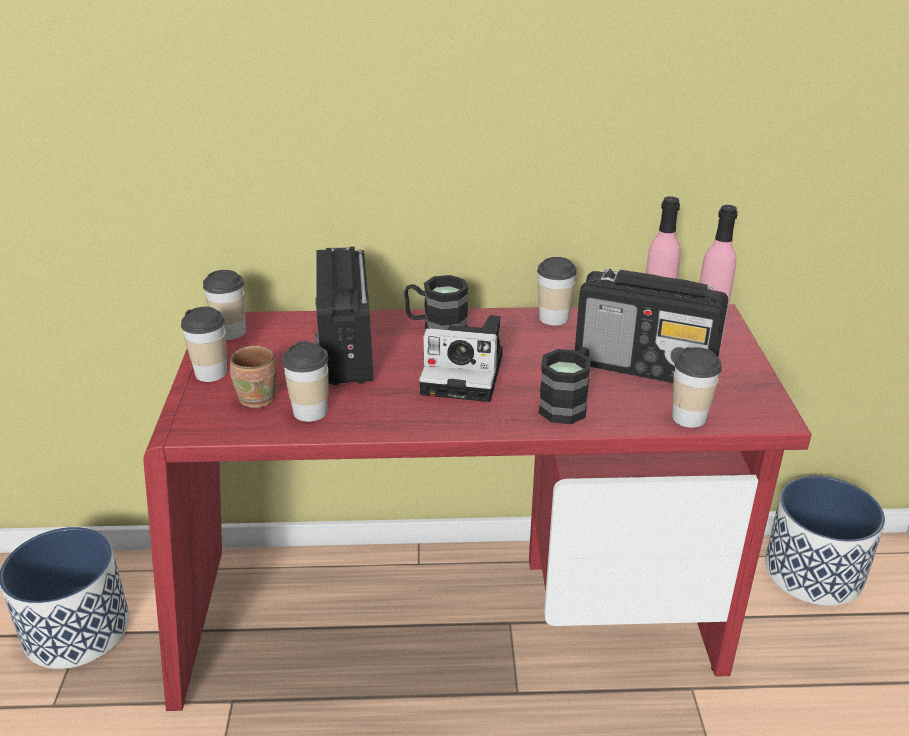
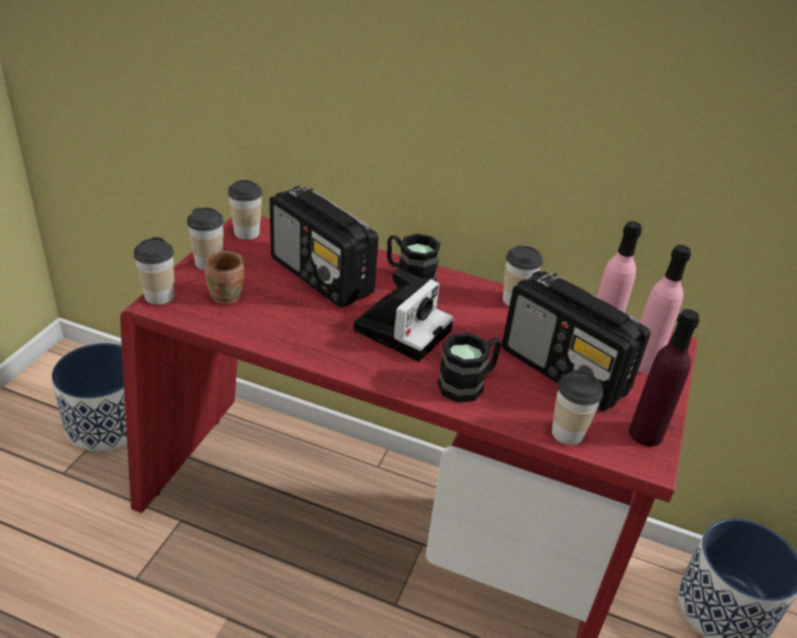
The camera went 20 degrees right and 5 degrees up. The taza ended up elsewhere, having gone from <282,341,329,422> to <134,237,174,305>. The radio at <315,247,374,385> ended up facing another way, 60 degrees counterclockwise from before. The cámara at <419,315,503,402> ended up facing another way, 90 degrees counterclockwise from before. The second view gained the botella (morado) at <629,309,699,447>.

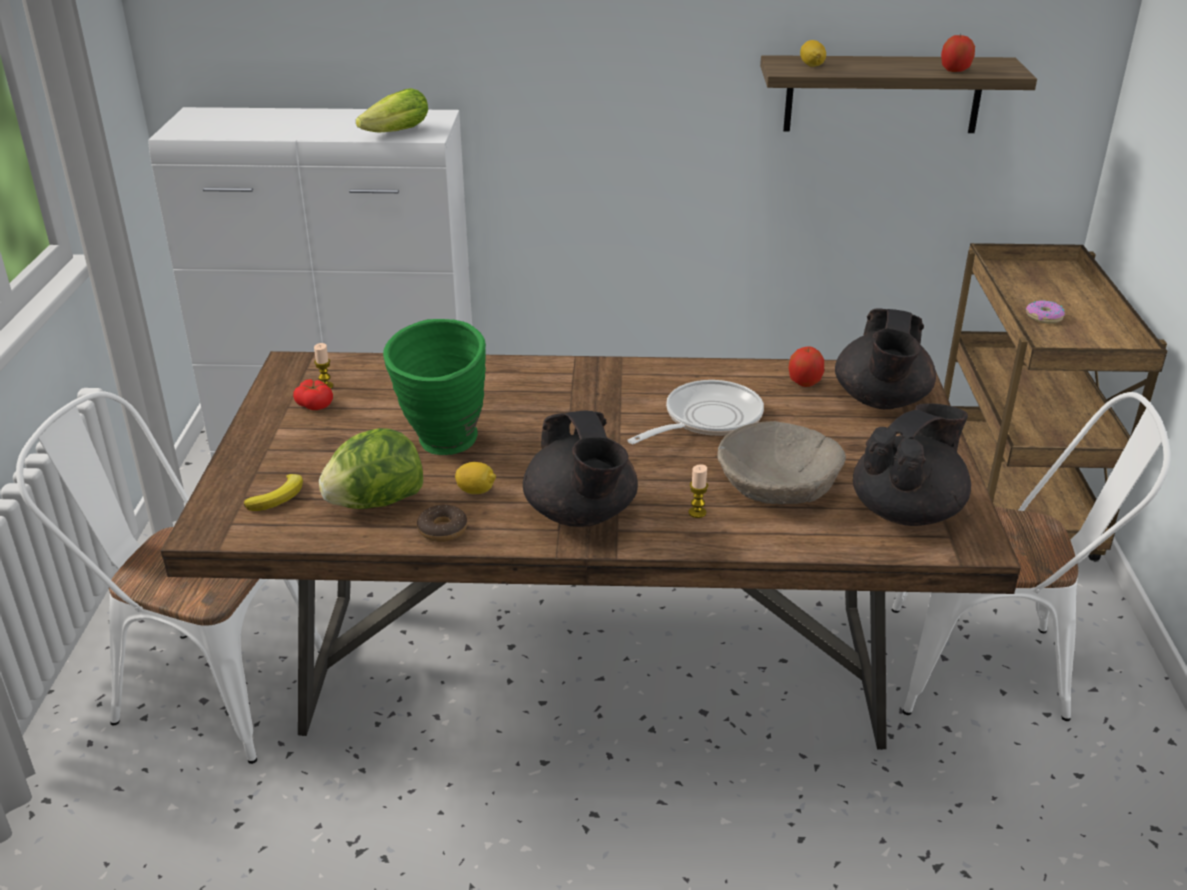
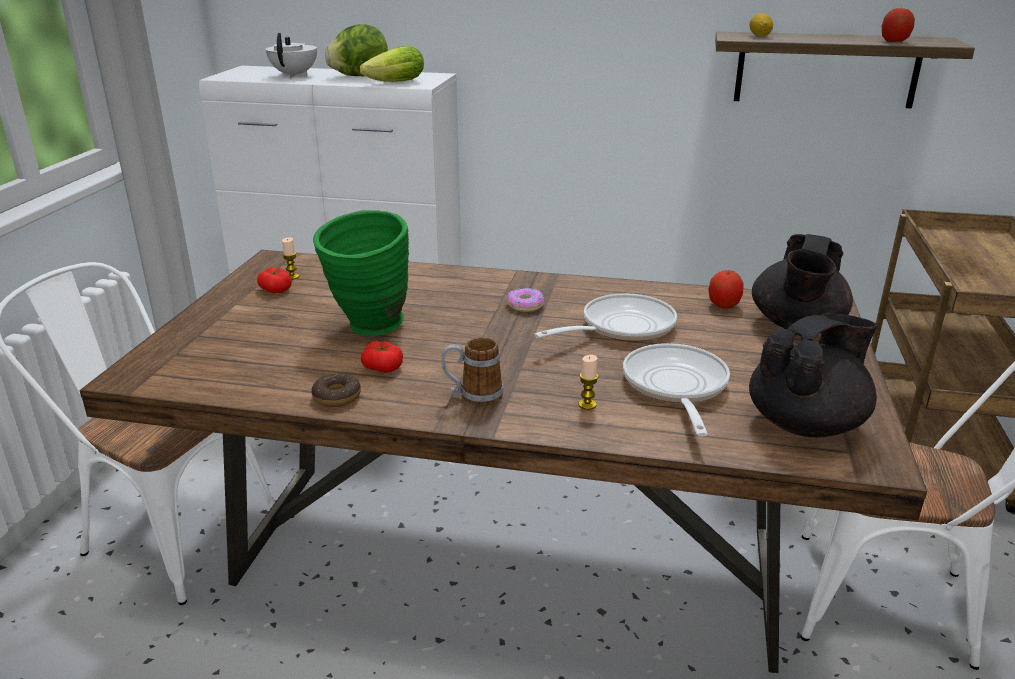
The camera went 10 degrees right and 5 degrees down. The second view gained the tetera (blanco) at <265,33,317,78>. The lechuga ended up elsewhere, having gone from <319,428,423,509> to <325,24,388,76>. Where the limón stood at <455,462,496,494>, the tomate came to stand at <361,341,403,373>. Where the tetera (negro) stood at <523,411,638,527>, the taza grande came to stand at <441,337,503,406>. The rosquilla ended up elsewhere, having gone from <1025,300,1065,324> to <506,288,545,312>. Where the cuenco (beis) stood at <717,421,846,504>, the sartén came to stand at <623,343,730,436>. The second view lost the plátano at <244,474,303,511>.

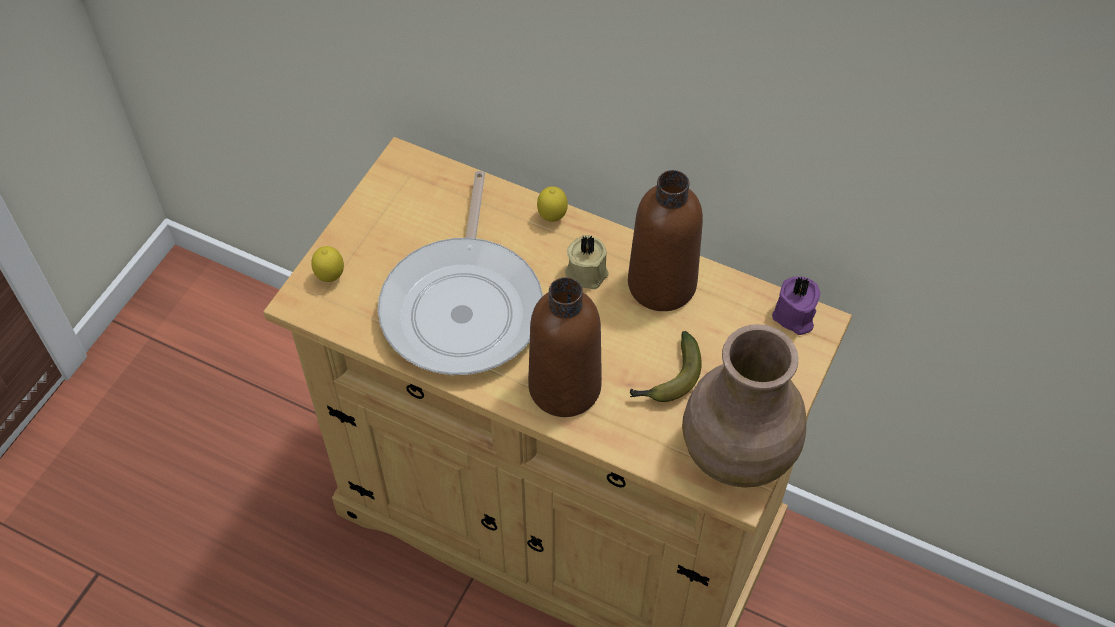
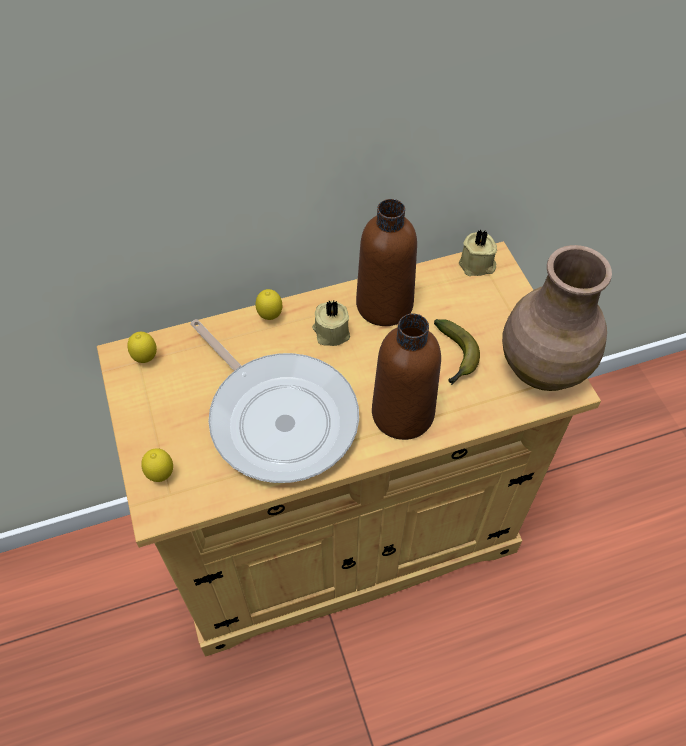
The camera went 45 degrees left and 0 degrees up. The second view gained the limón at <127,332,157,363>. What was the vela (morado) at <772,276,820,335> turned into the vela (beis) at <459,229,497,276>.

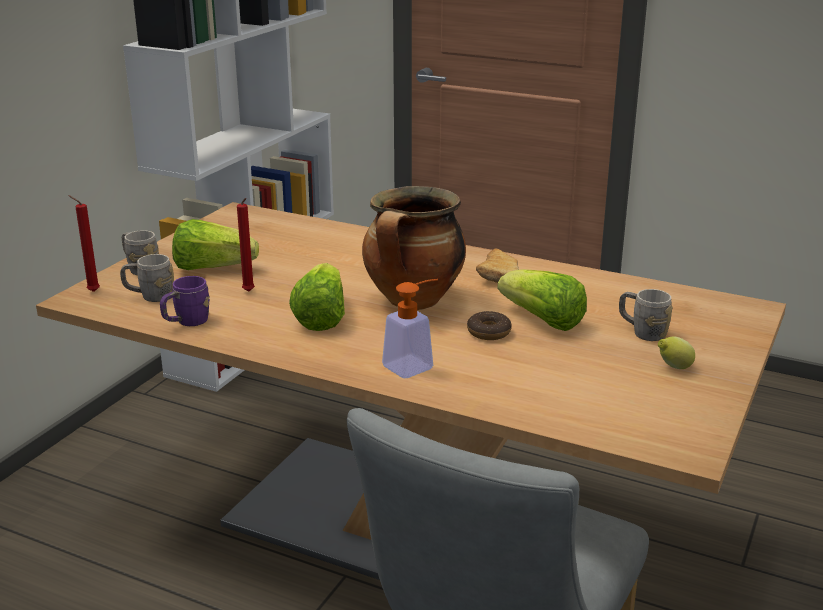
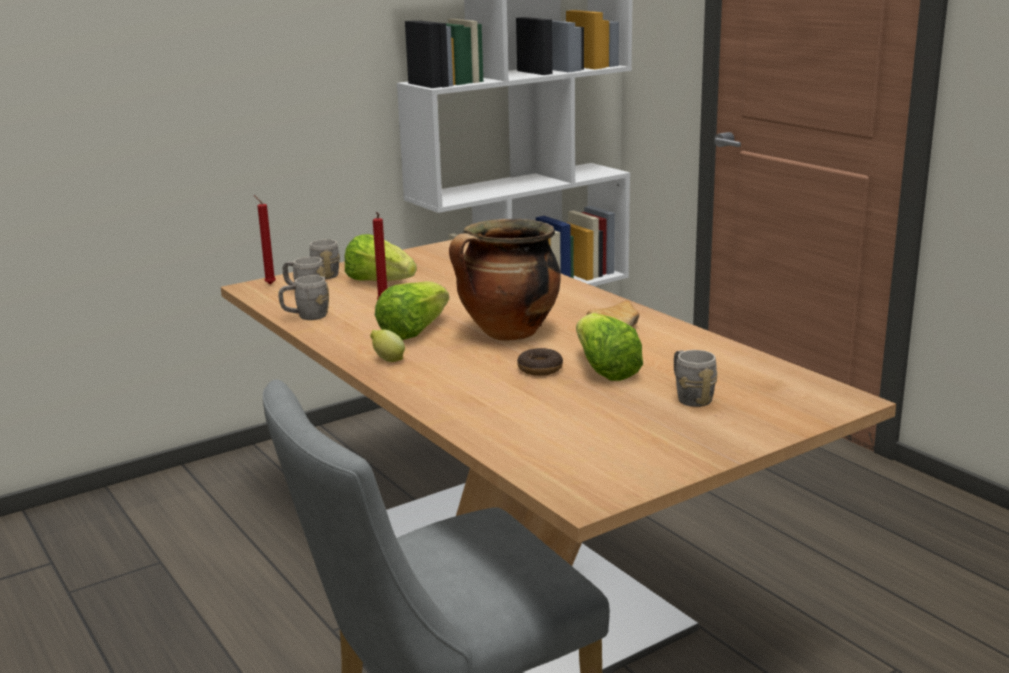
The camera went 30 degrees right and 5 degrees down. What was the taza grande (morado) at <160,276,210,326> turned into the taza grande (gris) at <278,275,329,320>. The limón ended up elsewhere, having gone from <658,336,695,369> to <370,330,405,362>. The second view lost the dispensador de jabón at <382,279,438,378>.

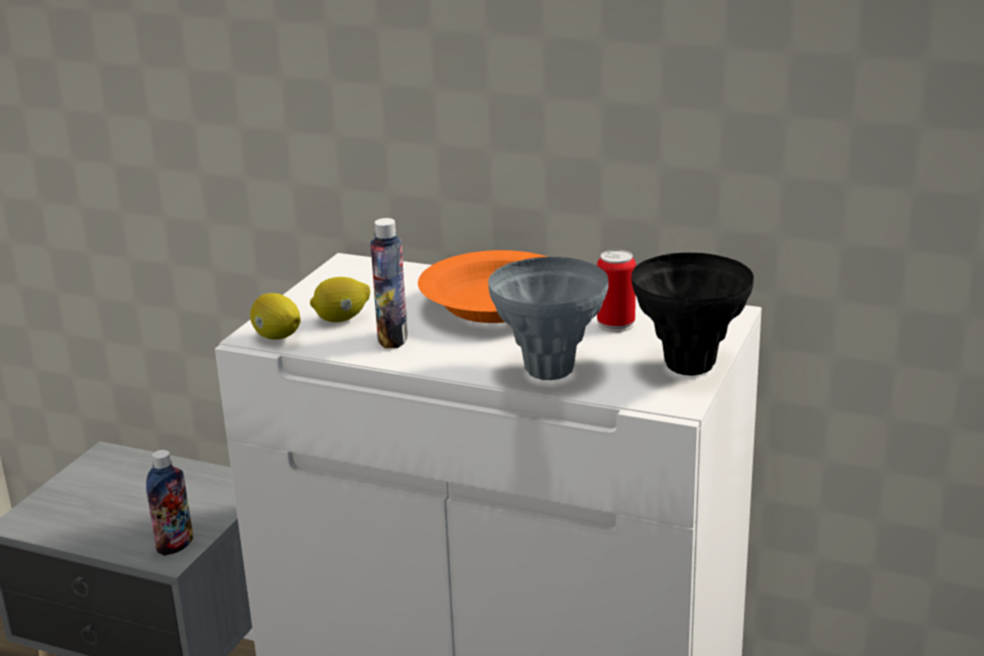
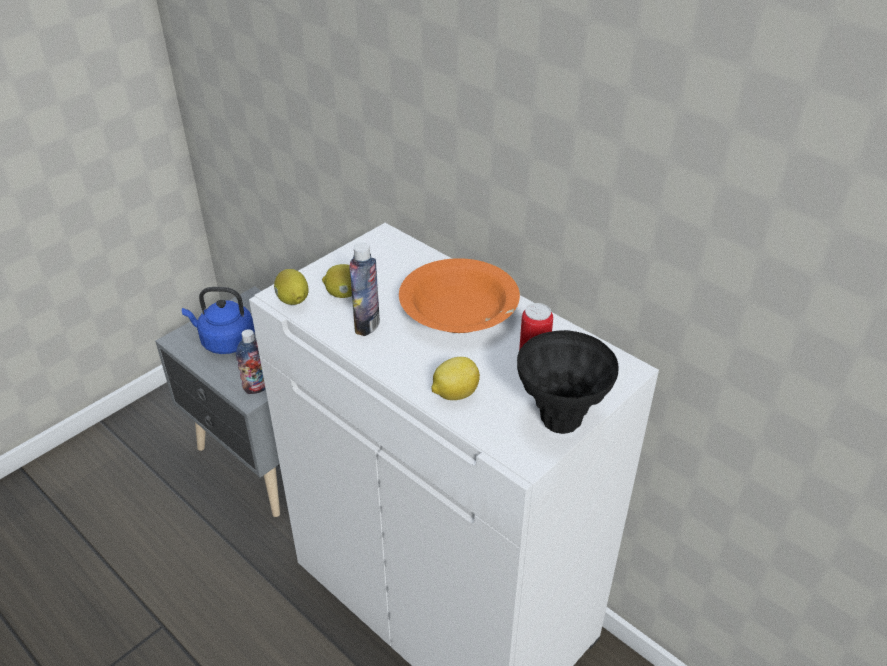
The camera went 20 degrees right and 15 degrees up. The second view gained the hervidor (azul) at <182,287,255,354>. Where the florero (gris) stood at <488,257,608,380>, the limón came to stand at <431,357,480,400>.

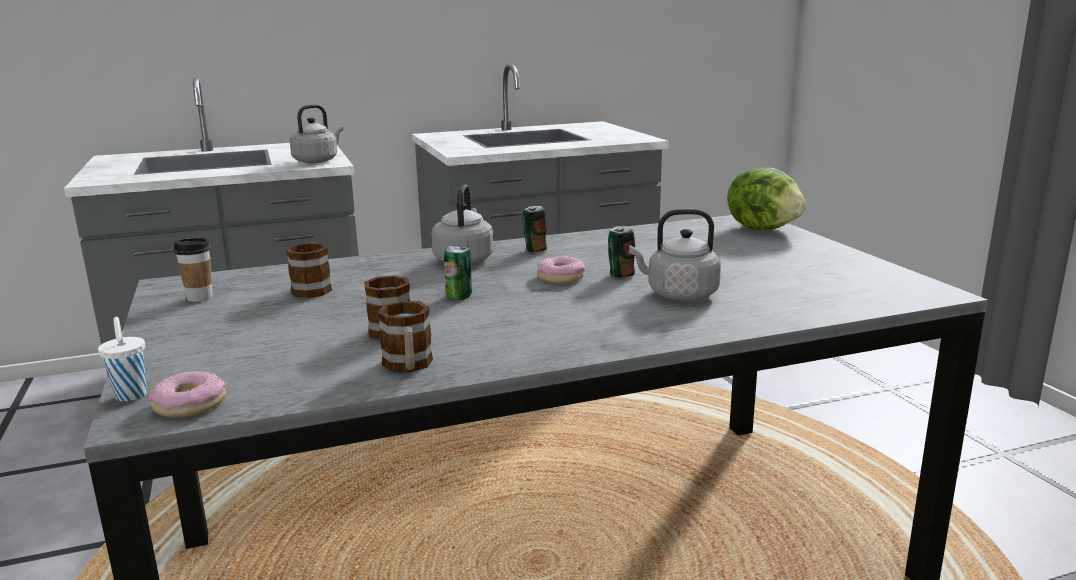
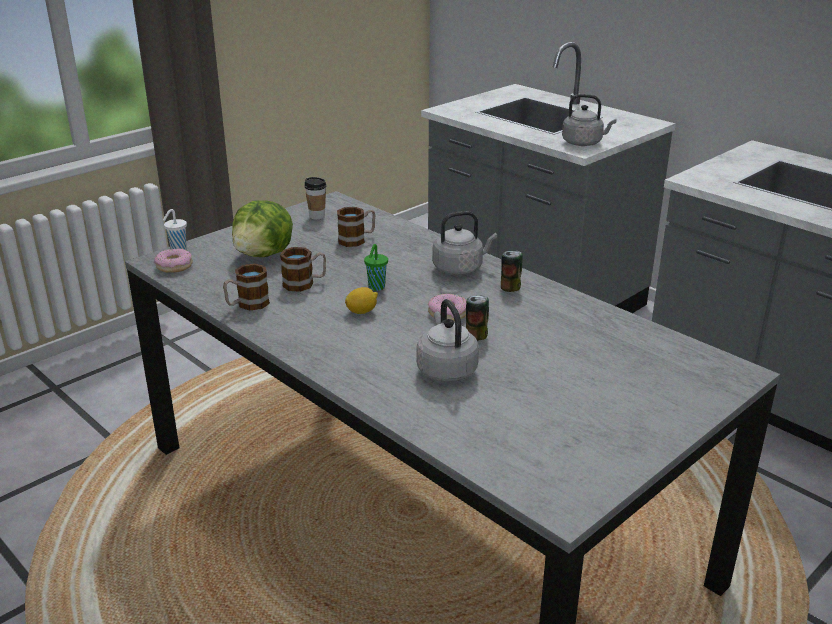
The camera went 65 degrees right and 10 degrees up. The lechuga ended up elsewhere, having gone from <727,168,806,230> to <232,200,293,257>. The second view gained the limón at <345,287,378,314>. Where the lata stood at <444,245,472,300>, the taza (verde) came to stand at <364,244,388,291>.

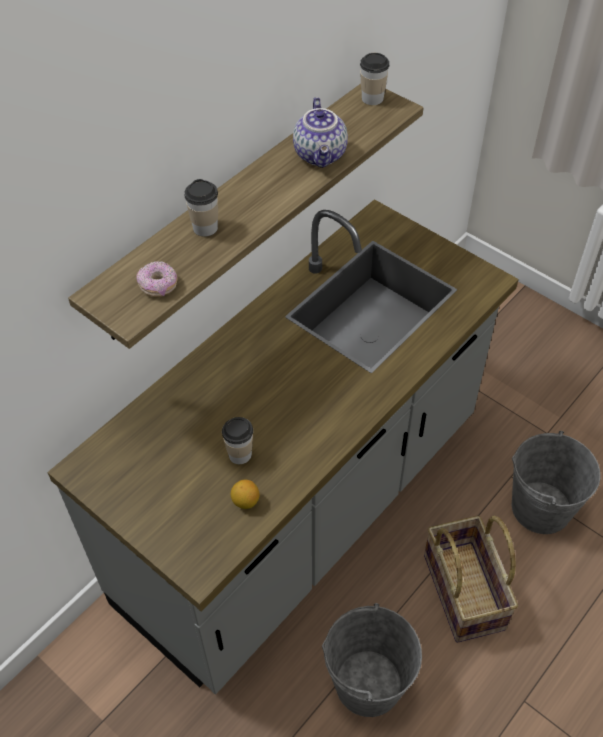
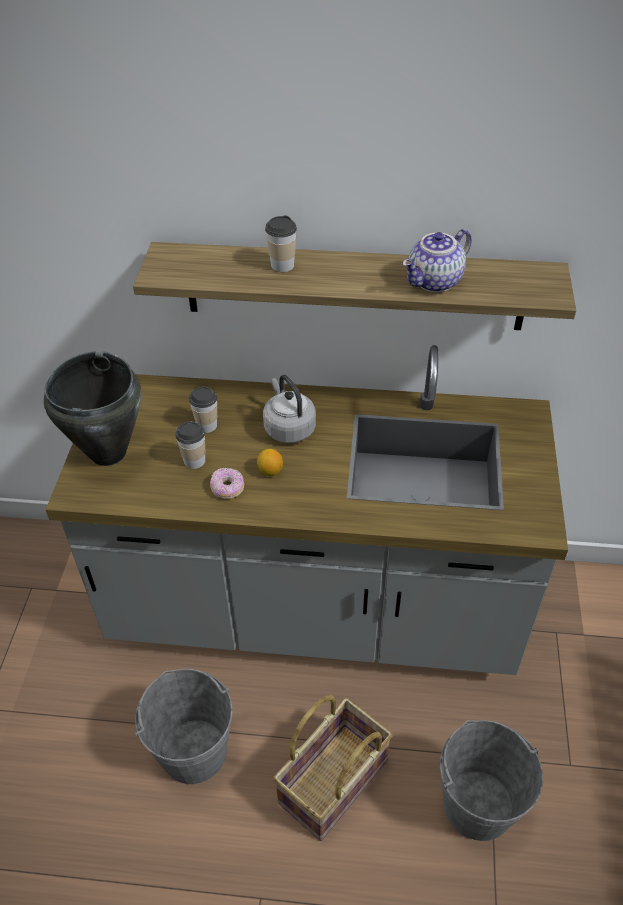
The camera went 55 degrees right and 5 degrees down. The second view gained the olla (negro) at <44,351,141,466>. The taza ended up elsewhere, having gone from <360,53,389,105> to <189,386,217,433>. The rosquilla ended up elsewhere, having gone from <136,261,178,297> to <210,468,244,499>. The limón ended up elsewhere, having gone from <231,480,260,509> to <257,449,283,476>. The second view gained the hervidor (gris) at <263,375,316,443>.

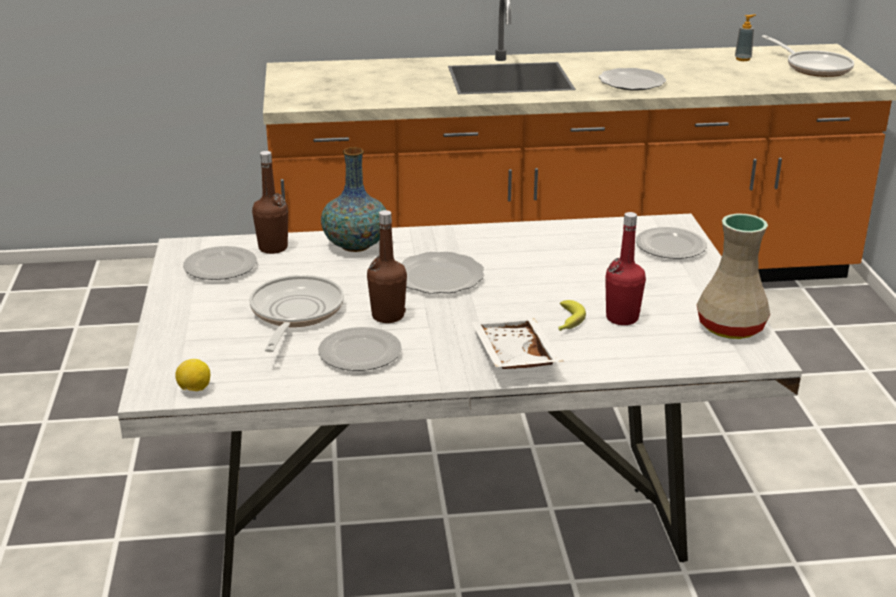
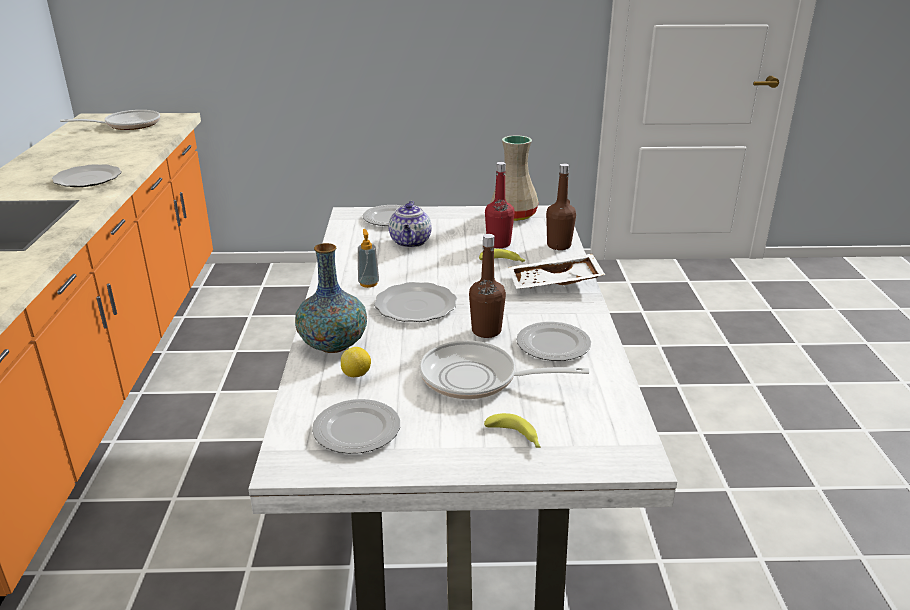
The camera went 85 degrees left and 0 degrees up. The limón ended up elsewhere, having gone from <175,359,210,391> to <341,347,371,377>. The dispensador de jabón ended up elsewhere, having gone from <735,15,756,61> to <358,229,379,288>. The second view gained the tetera at <388,201,431,248>. The second view gained the plátano at <484,413,541,448>. The botella (marrón) ended up elsewhere, having gone from <252,151,288,254> to <546,163,576,250>.

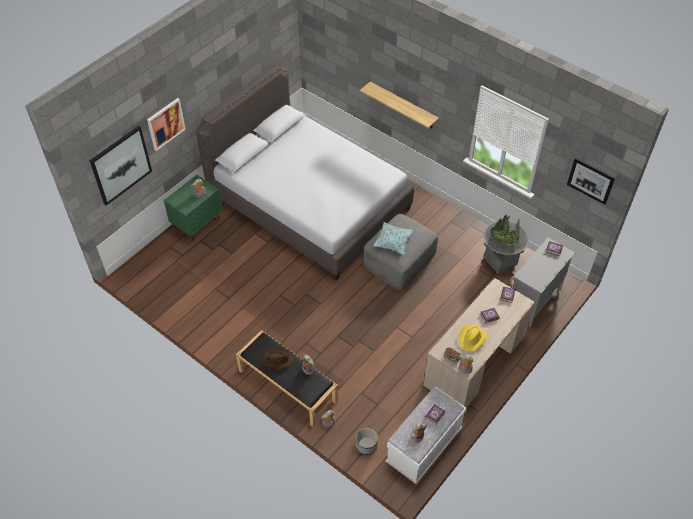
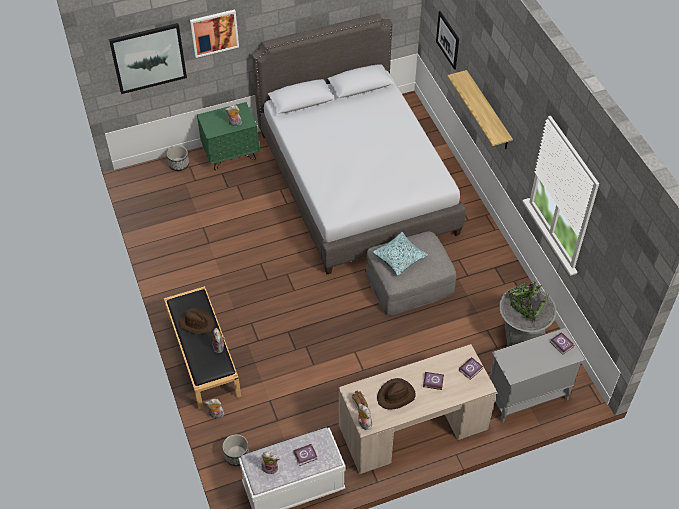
The camera went 30 degrees right and 0 degrees up. The second view gained the maceta at <167,146,189,171>. What was the sombrero (amarillo) at <459,325,487,352> turned into the sombrero (marrón) at <377,378,416,410>. The cuadro ended up elsewhere, having gone from <567,158,615,205> to <436,11,459,70>.

